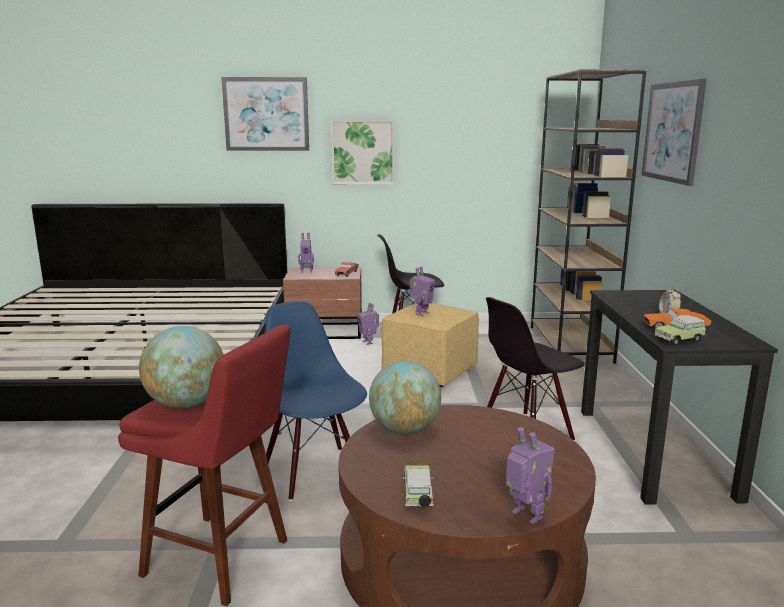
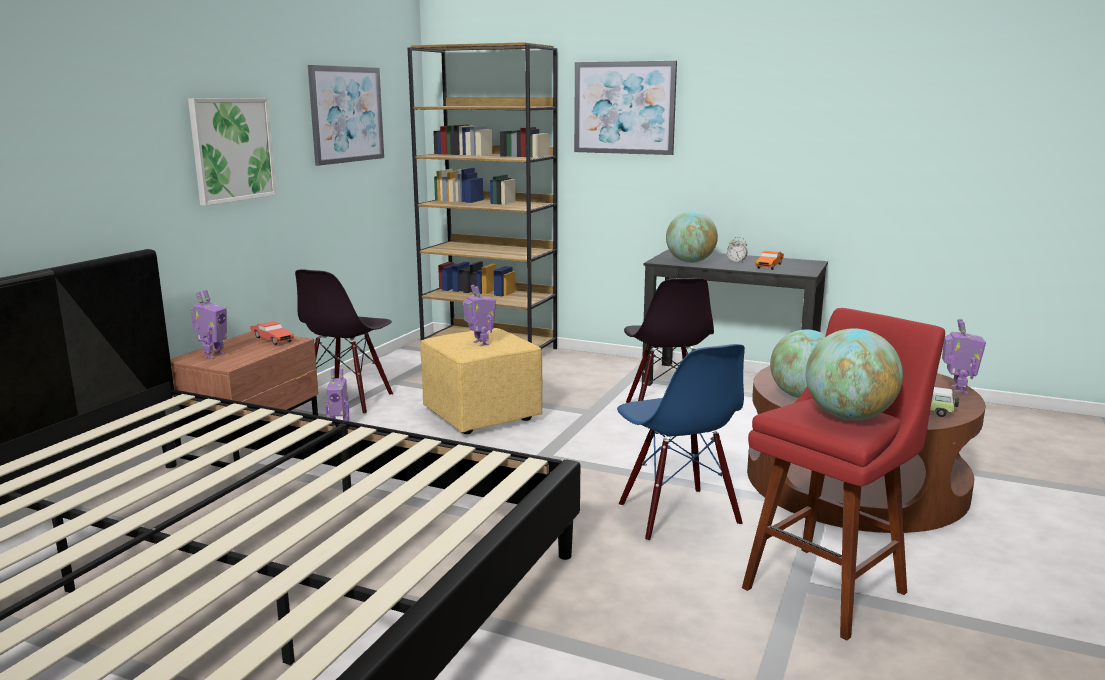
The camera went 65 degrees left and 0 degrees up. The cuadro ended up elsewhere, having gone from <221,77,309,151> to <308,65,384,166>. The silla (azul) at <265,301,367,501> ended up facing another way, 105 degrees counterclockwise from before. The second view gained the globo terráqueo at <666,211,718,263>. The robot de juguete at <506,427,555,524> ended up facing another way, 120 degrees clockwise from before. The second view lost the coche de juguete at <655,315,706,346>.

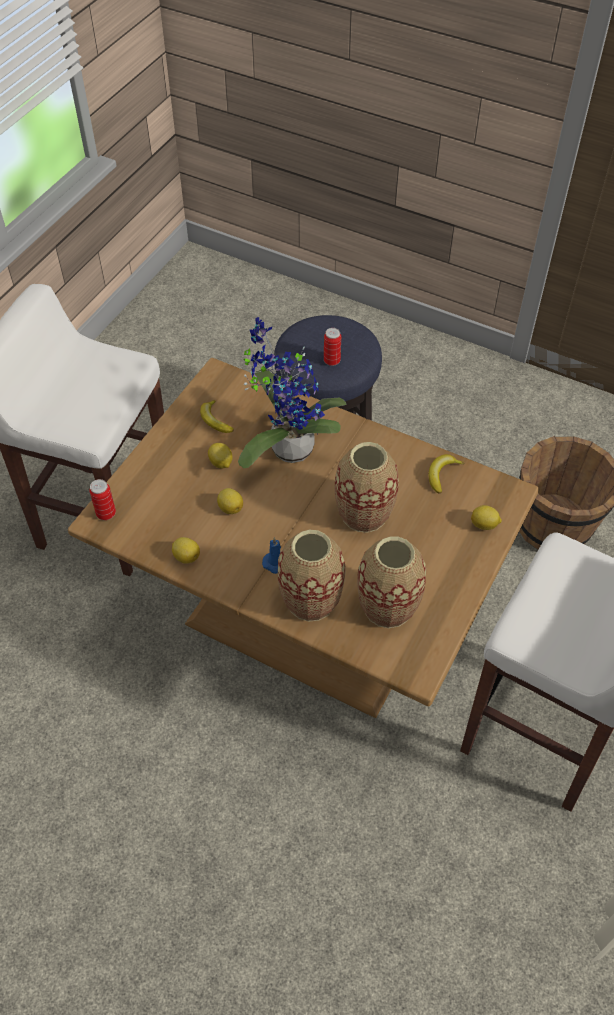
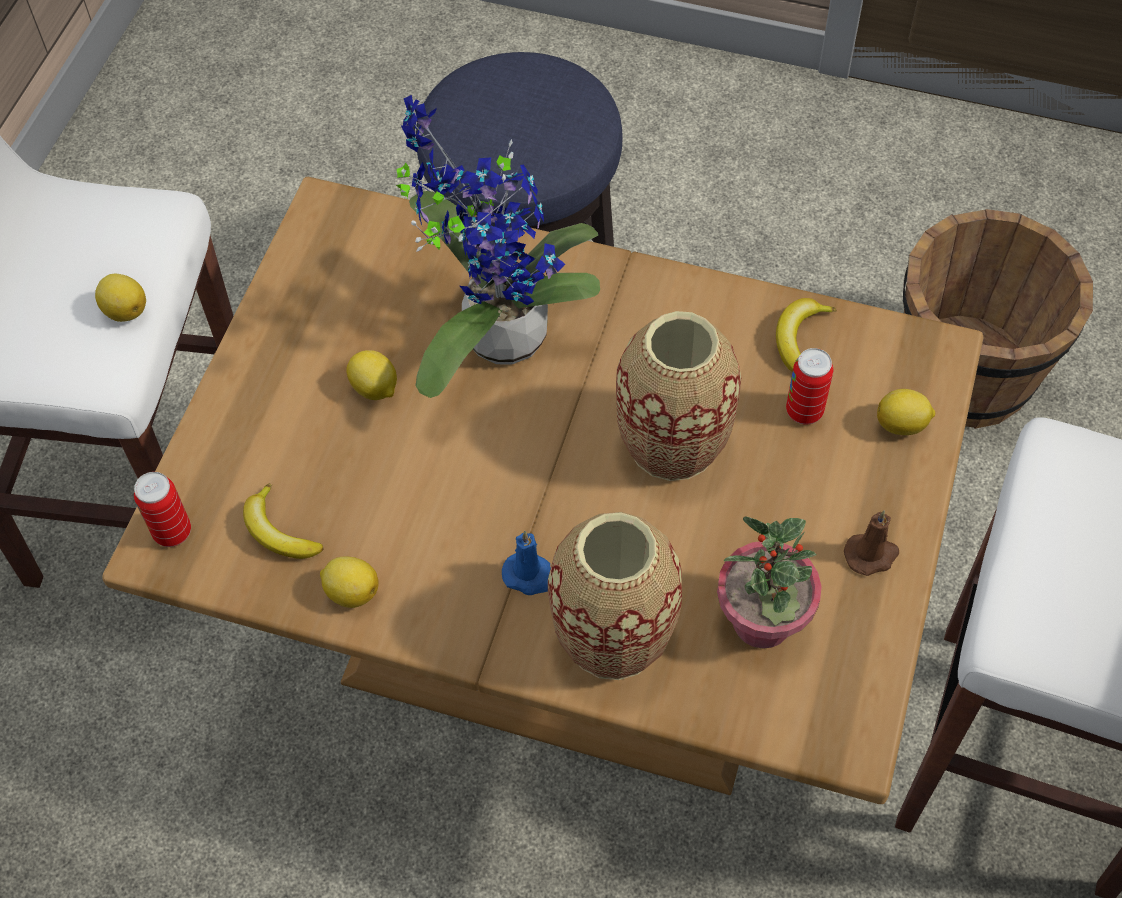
The camera went 10 degrees left and 5 degrees up. The limón ended up elsewhere, having gone from <217,488,243,514> to <95,274,146,322>. The plátano ended up elsewhere, having gone from <200,400,234,433> to <243,483,324,559>. Where the florero stood at <357,536,426,628>, the planta en maceta came to stand at <717,516,822,649>. The lata ended up elsewhere, having gone from <324,328,341,366> to <786,348,833,425>. The second view gained the vela (marrón) at <844,510,899,576>.

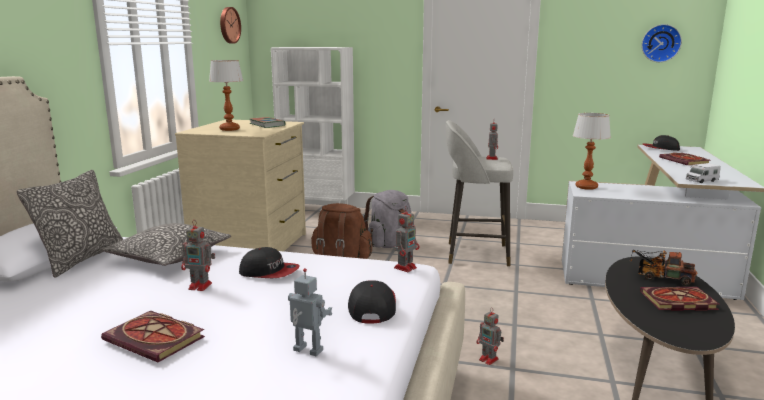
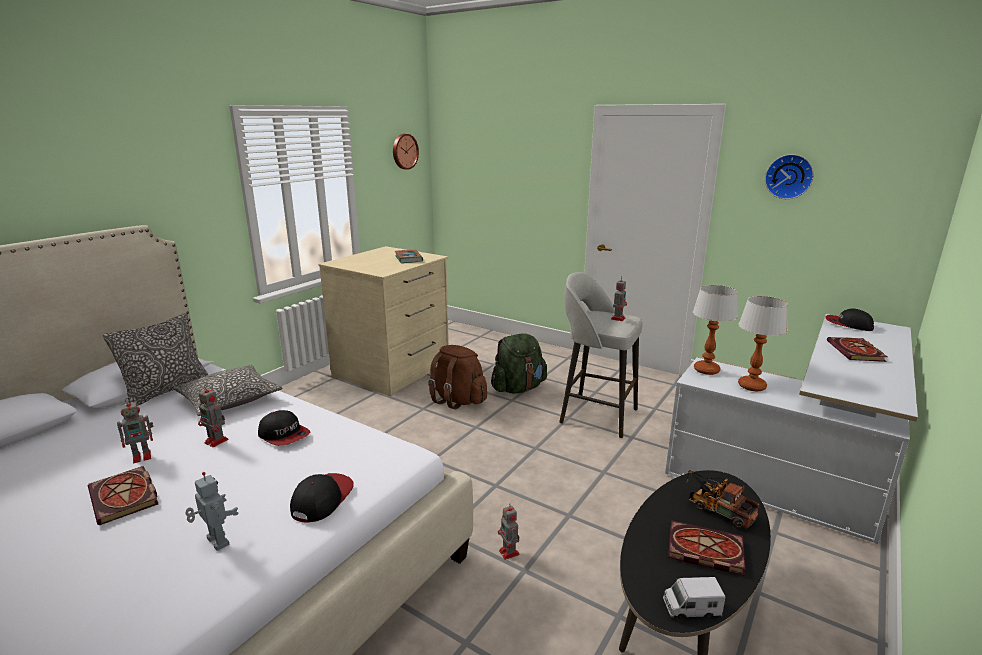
The camera went 20 degrees right and 5 degrees up. The robot de juguete ended up elsewhere, having gone from <394,206,420,272> to <117,398,153,463>. What was the mochila (gris) at <363,190,414,248> turned into the mochila (verde) at <491,333,547,394>. The camión de juguete ended up elsewhere, having gone from <686,163,721,183> to <663,577,725,619>. The lámpara de mesa ended up elsewhere, having gone from <209,60,243,131> to <738,296,788,391>. The reloj de pared ended up elsewhere, having gone from <642,24,682,62> to <765,154,814,199>. The second view lost the estantería (blanco) at <271,47,355,204>.

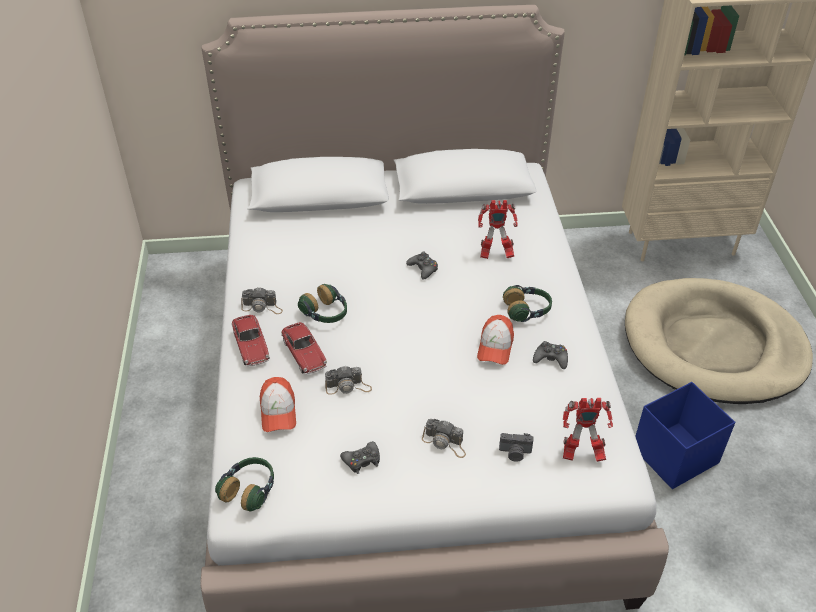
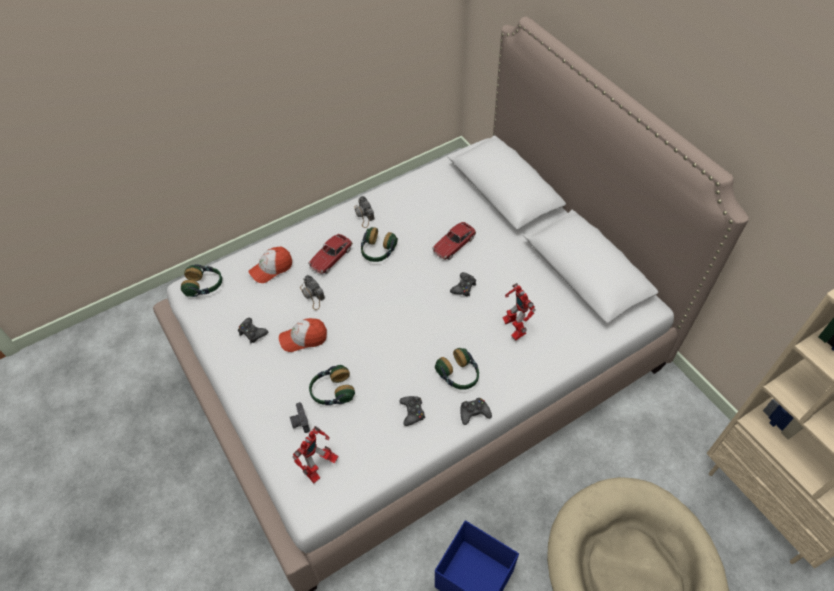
The camera went 65 degrees right and 10 degrees up. The gorra ended up elsewhere, having gone from <477,315,514,365> to <279,318,327,352>. The robot de juguete at <563,398,613,462> ended up facing another way, 120 degrees counterclockwise from before. The second view gained the auriculares at <309,365,355,405>. The coche de juguete ended up elsewhere, having gone from <232,315,269,366> to <432,222,476,260>. The second view gained the mando de consola (negro) at <460,398,492,425>. The second view lost the cámara at <422,419,466,458>.

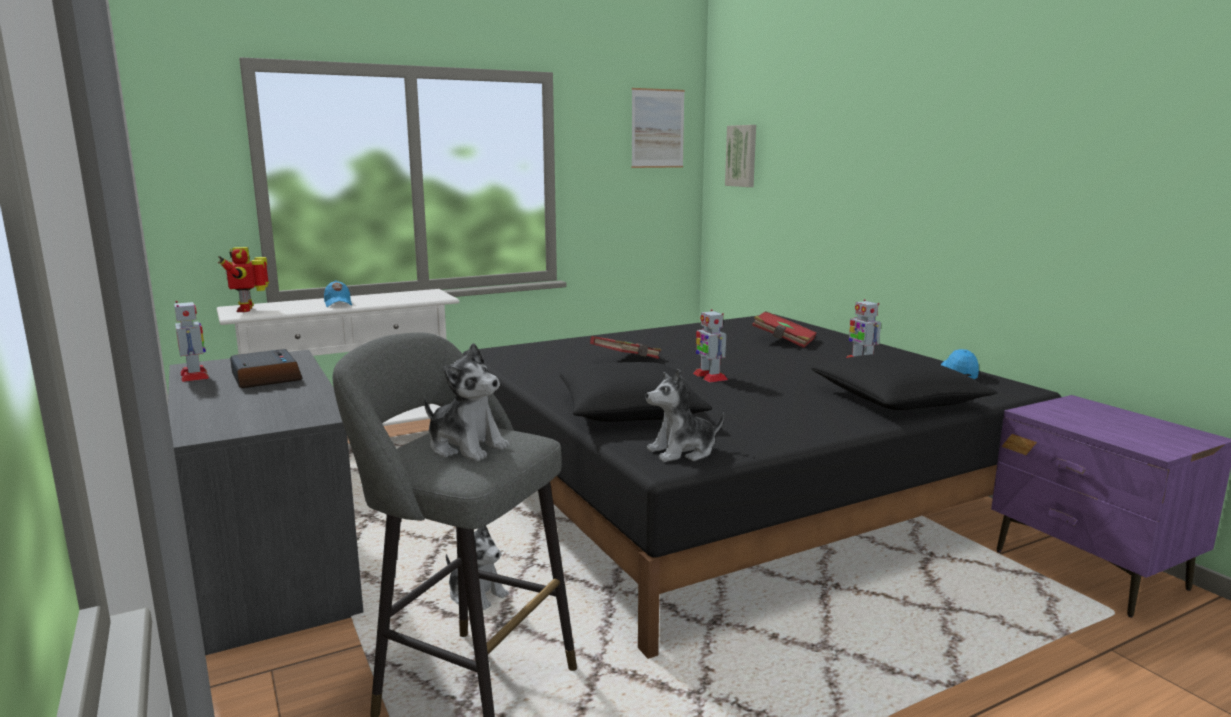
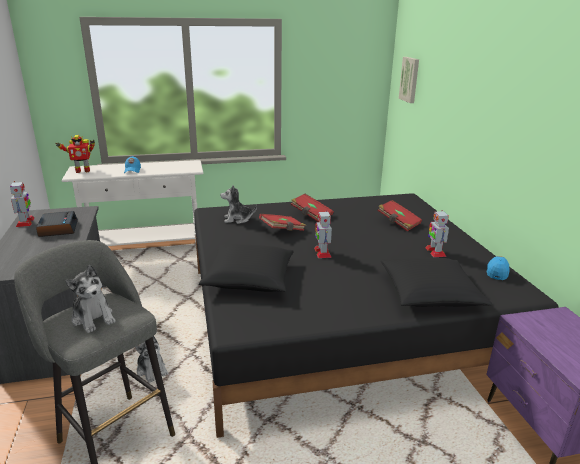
The camera went 15 degrees right and 10 degrees up. The robot de juguete at <218,247,269,312> ended up facing another way, 105 degrees counterclockwise from before. The peluche ended up elsewhere, having gone from <646,369,724,462> to <220,185,257,224>. The second view gained the libro (rojo) at <290,194,334,222>. The second view lost the cuadro at <631,88,685,168>.

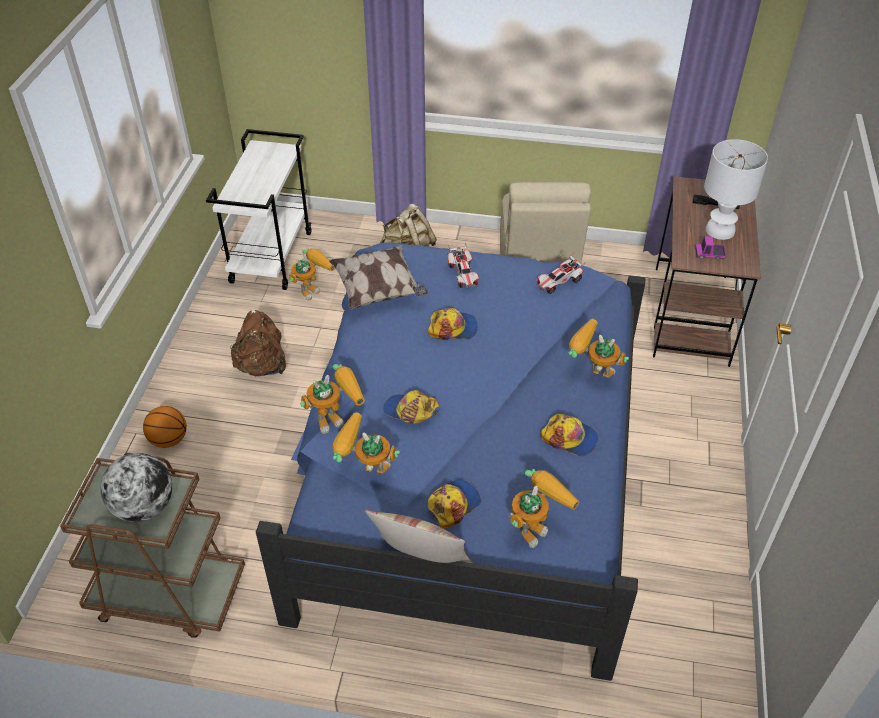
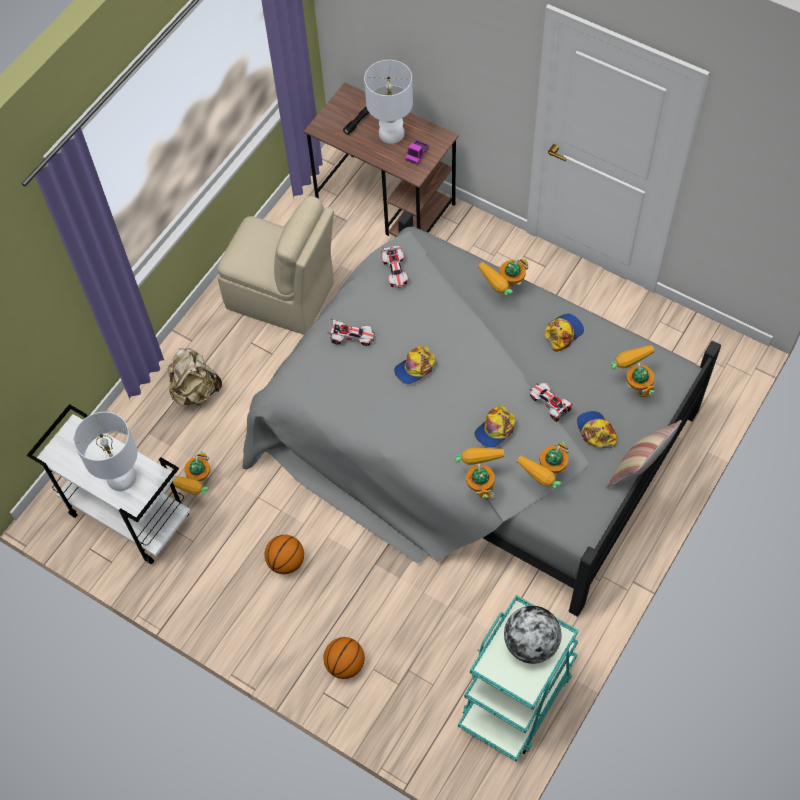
The camera went 65 degrees left and 15 degrees up. The second view gained the lámpara de mesa (blanco) at <74,412,137,491>. The robot de juguete at <289,248,335,300> ended up facing another way, 135 degrees counterclockwise from before. What was the cama (azul) at <256,243,645,681> turned into the cama (gris) at <243,211,721,617>. Where the mochila (marrón) stood at <230,310,286,377>, the balón de baloncesto came to stand at <265,535,304,574>. The gorra at <428,308,478,340> ended up facing another way, 150 degrees counterclockwise from before. What was the carrito (marrón) at <60,453,245,638> turned into the carrito (turquesa) at <458,595,579,761>. The second view gained the coche de juguete at <529,382,575,422>. The second view lost the cojín at <329,245,428,310>.

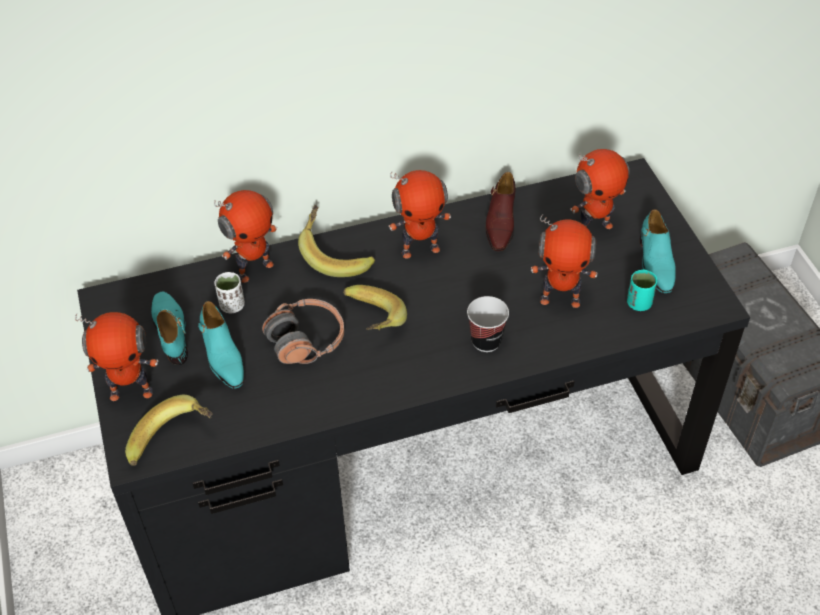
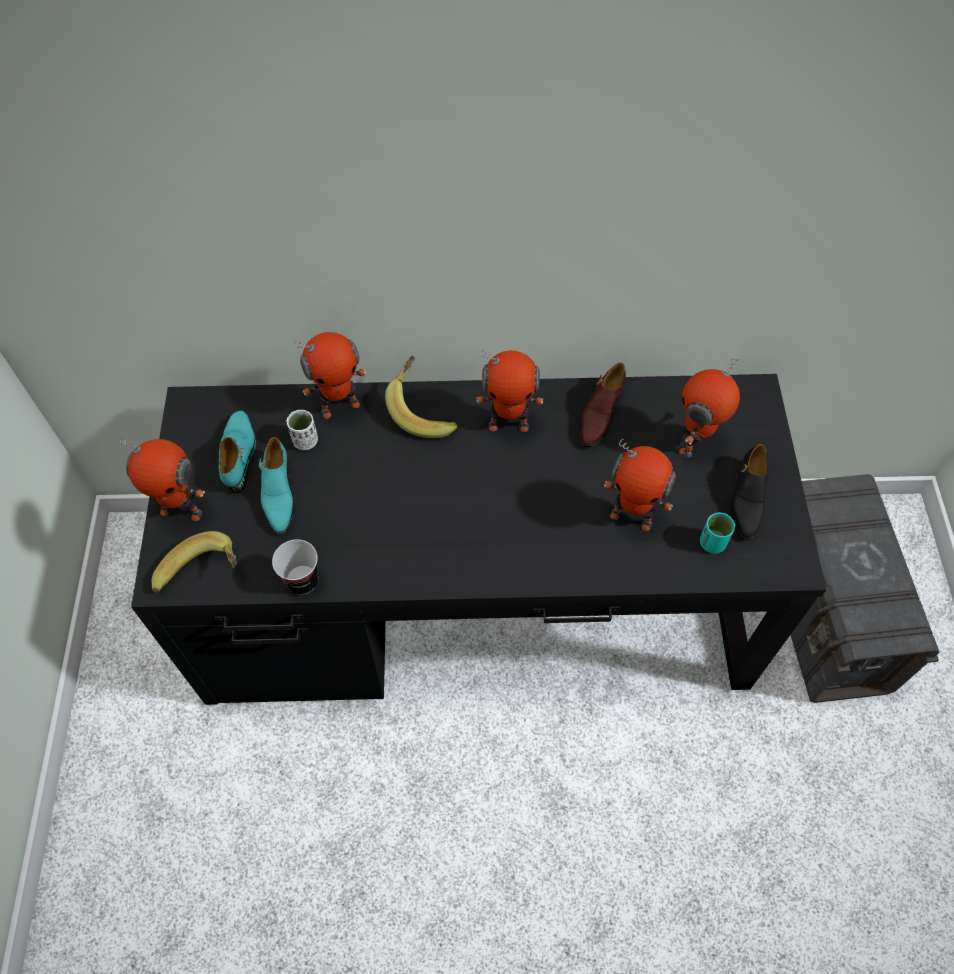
The camera went 15 degrees right and 10 degrees up. The taza ended up elsewhere, having gone from <467,296,509,352> to <272,539,318,594>. The robot de juguete at <570,149,630,229> ended up facing another way, 135 degrees clockwise from before. What was the zapato (turquesa) at <640,209,676,293> turned into the zapato (negro) at <730,444,768,540>. The second view lost the auriculares at <262,299,344,364>. The second view lost the plátano at <343,285,407,330>.

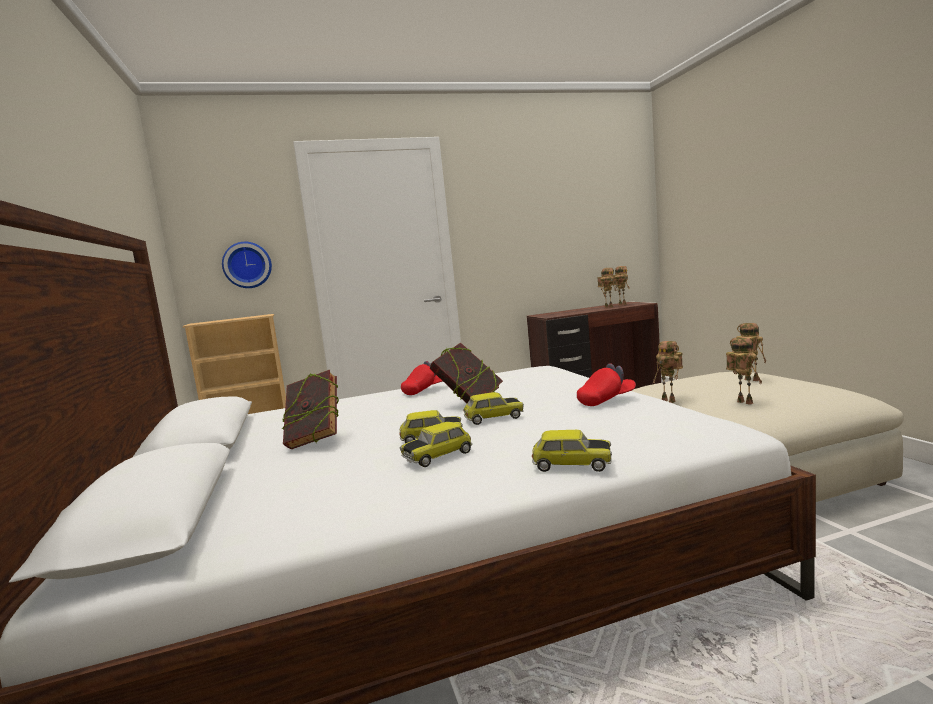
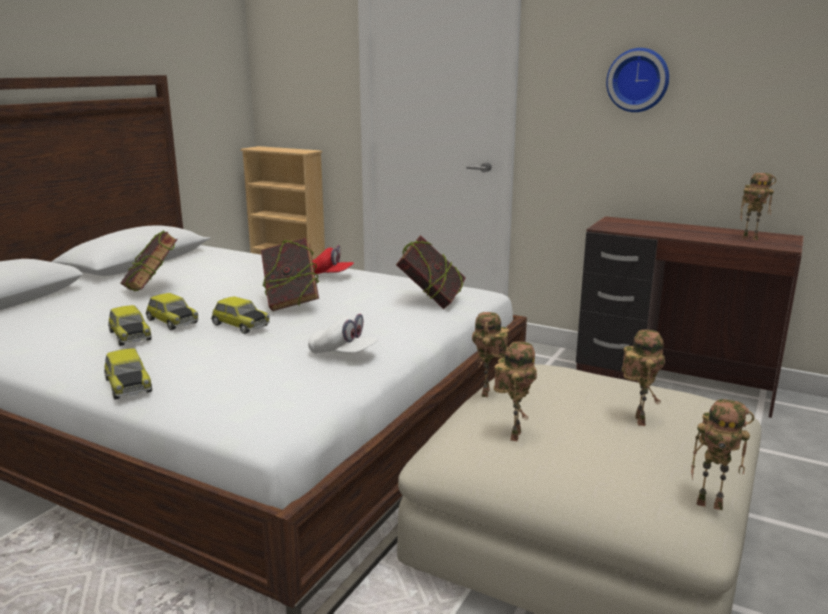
The camera went 45 degrees right and 10 degrees up. The coche de juguete at <400,422,473,467> ended up facing another way, 135 degrees counterclockwise from before. What was the gorra (rojo) at <577,364,636,406> turned into the gorra (blanco) at <308,314,378,354>. The second view gained the libro at <396,235,466,309>. The reloj de pared ended up elsewhere, having gone from <222,242,272,288> to <606,48,669,112>. The robot de juguete ended up elsewhere, having gone from <597,268,617,308> to <691,399,754,510>.

